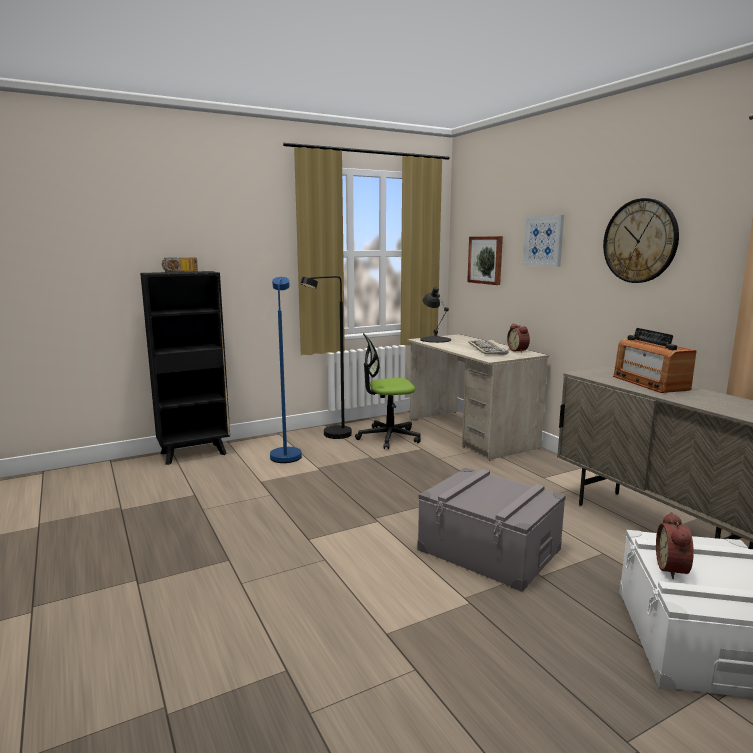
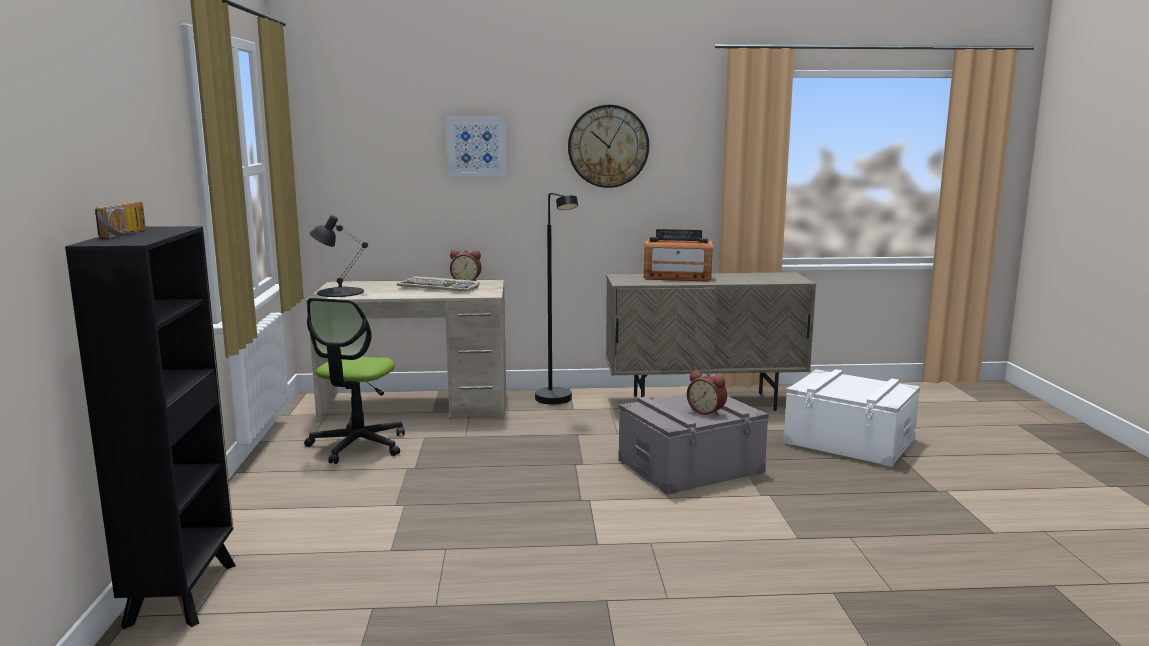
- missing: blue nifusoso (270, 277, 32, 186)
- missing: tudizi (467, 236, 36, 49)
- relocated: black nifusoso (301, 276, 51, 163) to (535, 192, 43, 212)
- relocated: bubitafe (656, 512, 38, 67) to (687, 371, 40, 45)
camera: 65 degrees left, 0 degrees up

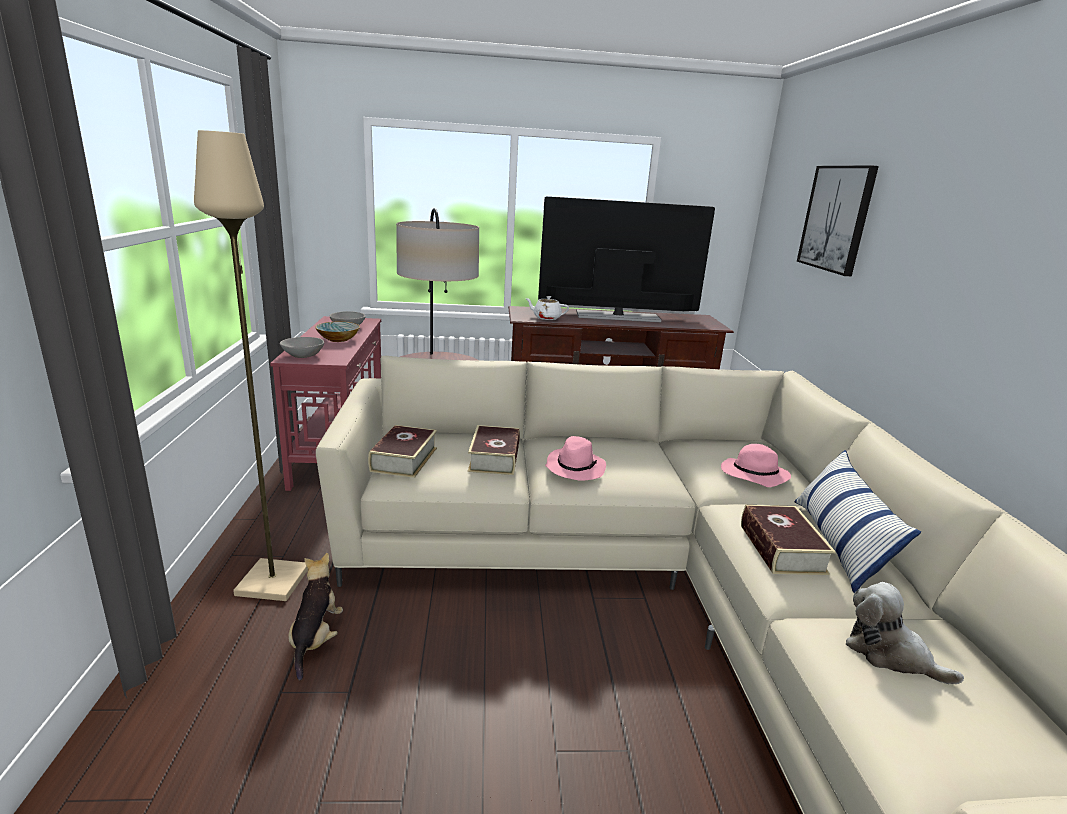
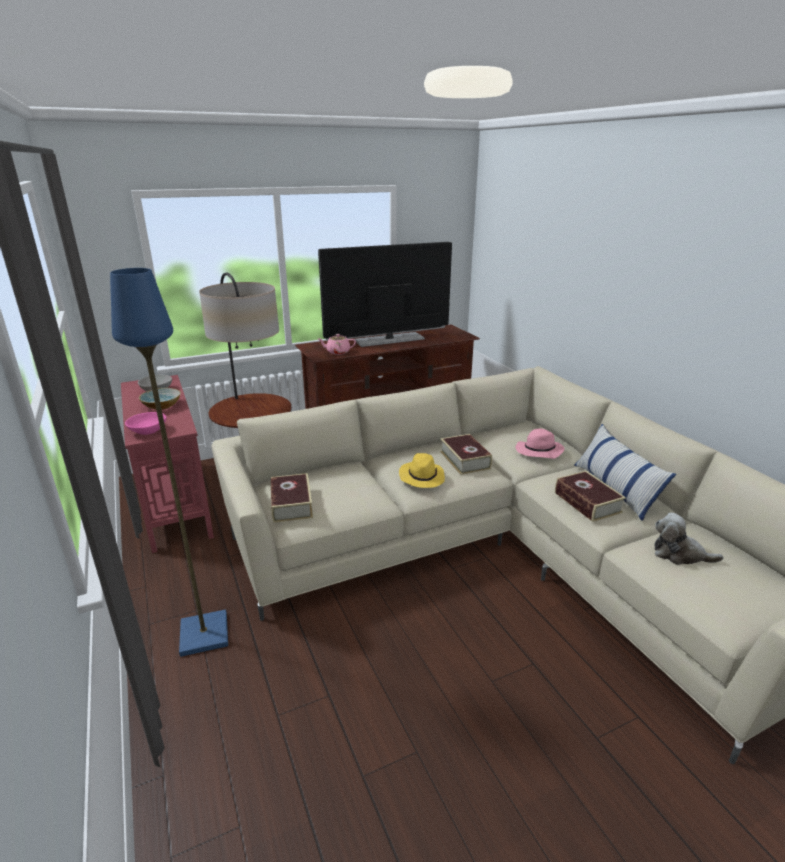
- missing: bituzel (288, 553, 55, 128)
- missing: tudizi (797, 165, 82, 111)
- relocated: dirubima (468, 425, 52, 50) to (440, 434, 52, 41)
- colour: beige nifusoso (194, 130, 114, 471) to blue nifusoso (110, 268, 118, 389)
- colour: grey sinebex (280, 337, 44, 21) to pink sinebex (125, 412, 42, 23)
- colour: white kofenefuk (525, 296, 44, 24) to pink kofenefuk (318, 334, 38, 21)
- colour: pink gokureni (545, 436, 61, 45) to yellow gokureni (399, 453, 46, 35)
camera: 20 degrees left, 5 degrees up

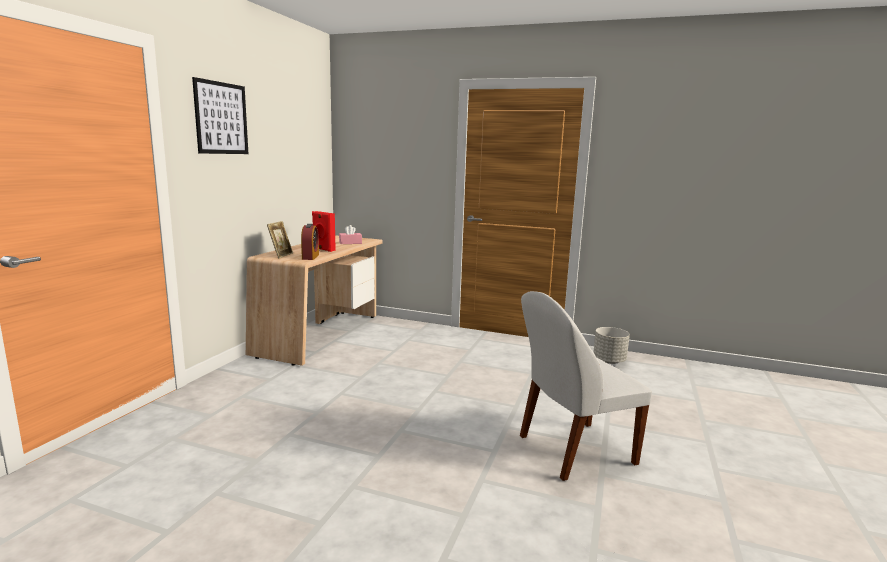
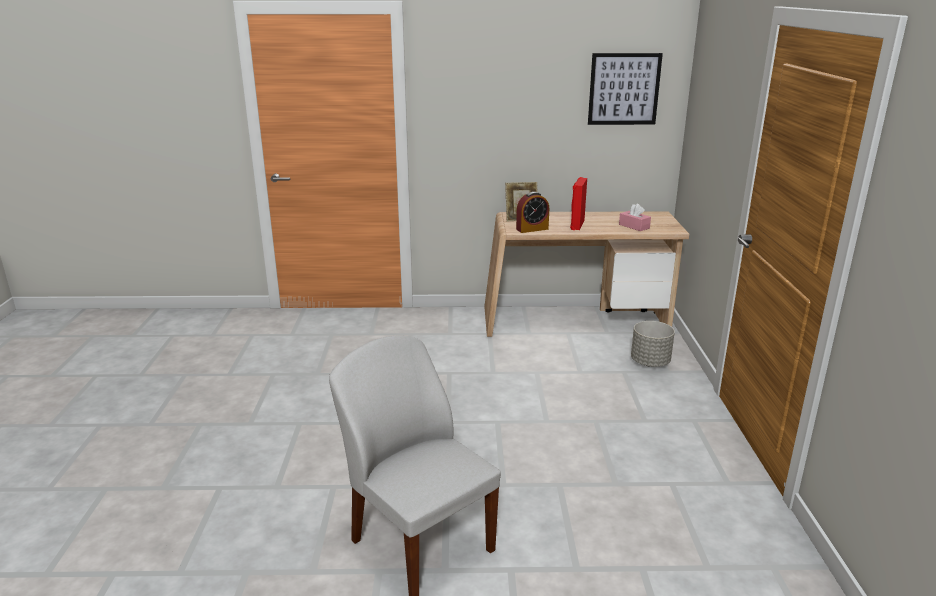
- relocated: tudizi (192, 77, 56, 77) to (588, 53, 75, 72)
- relocated: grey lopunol (593, 327, 37, 37) to (631, 321, 44, 46)
camera: 70 degrees right, 10 degrees up

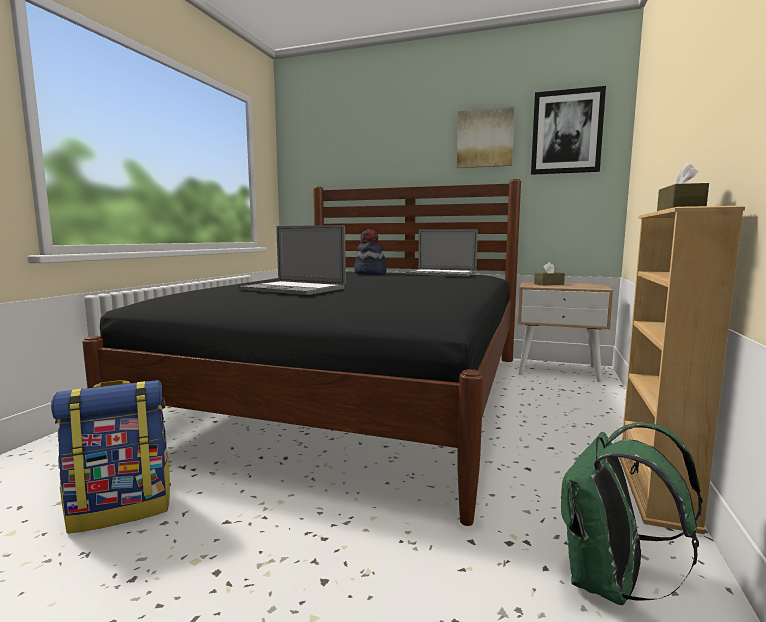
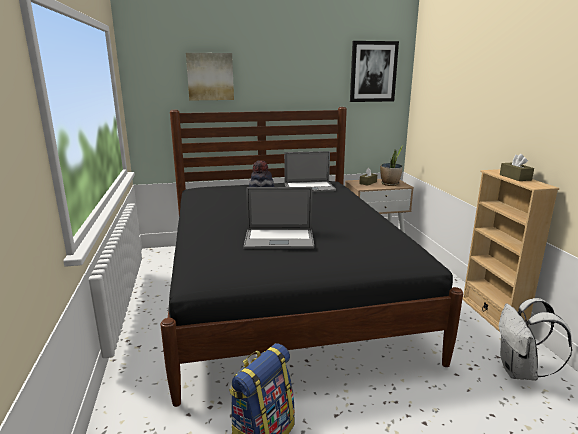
- appeared: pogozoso (380, 145, 23, 41)
- relocated: tudizi (457, 106, 58, 62) to (186, 53, 48, 48)
- colour: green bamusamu (561, 423, 142, 182) to white bamusamu (499, 298, 73, 83)
camera: 30 degrees left, 10 degrees up

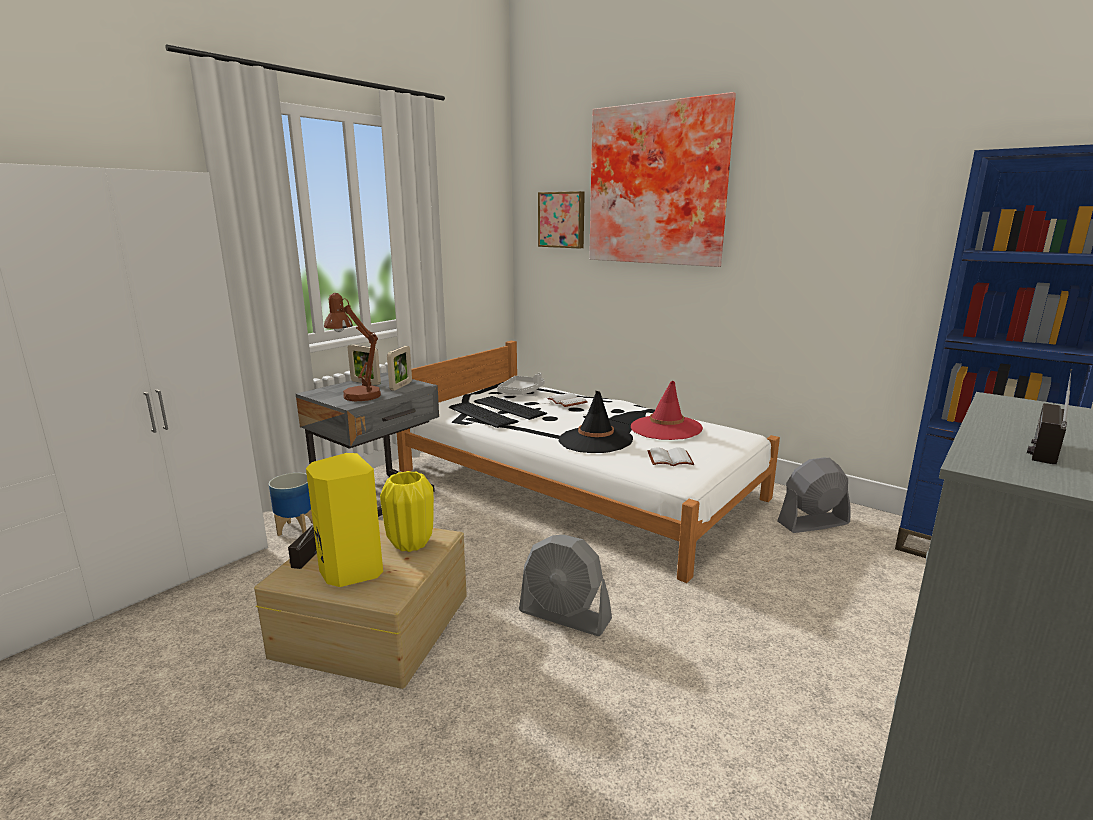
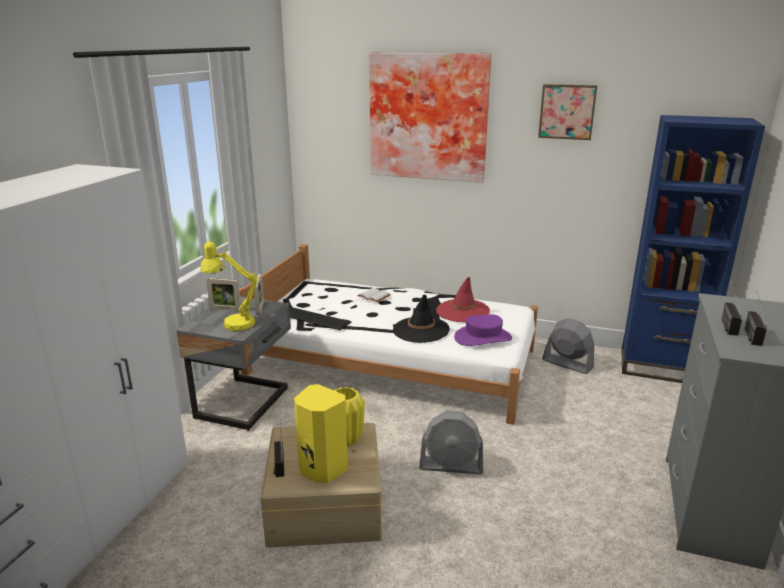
- missing: lopunol (269, 473, 44, 63)
- missing: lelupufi (476, 396, 71, 24)
- missing: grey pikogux (497, 373, 48, 22)
- appeared: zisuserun (722, 283, 20, 53)
- relocated: tudizi (538, 191, 47, 58) to (538, 84, 59, 56)
- exchanged: white dirubima (648, 447, 46, 19) to purple gokureni (454, 314, 58, 32)
- colour: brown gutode (324, 293, 57, 108) to yellow gutode (200, 242, 58, 89)
- spun: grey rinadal (777, 458, 74, 75) = (542, 318, 52, 56) 75 degrees clockwise
camera: 20 degrees left, 5 degrees up

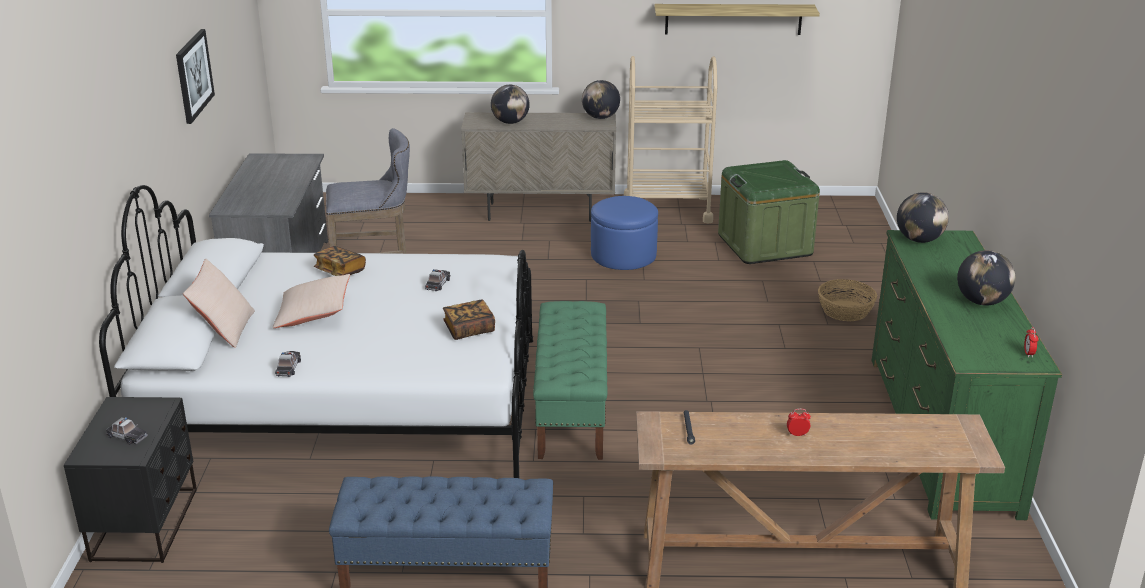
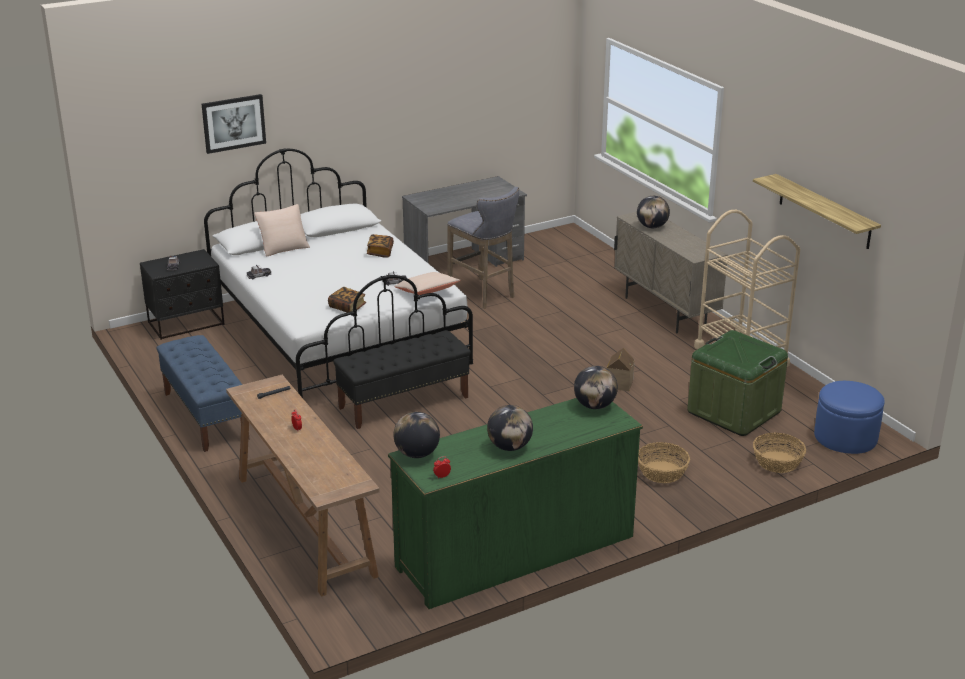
- appeared: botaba (607, 348, 27, 43)
- appeared: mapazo (753, 433, 53, 40)
- relocated: tudizi (176, 29, 39, 95) to (201, 94, 65, 60)
- relocated: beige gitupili (273, 274, 77, 54) to (394, 272, 66, 23)
- relocated: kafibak (582, 80, 38, 39) to (393, 412, 47, 46)
- relocated: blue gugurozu (591, 196, 67, 74) to (814, 381, 71, 73)
- colour: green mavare (533, 301, 74, 159) to black mavare (333, 330, 138, 99)
camera: 60 degrees right, 0 degrees up

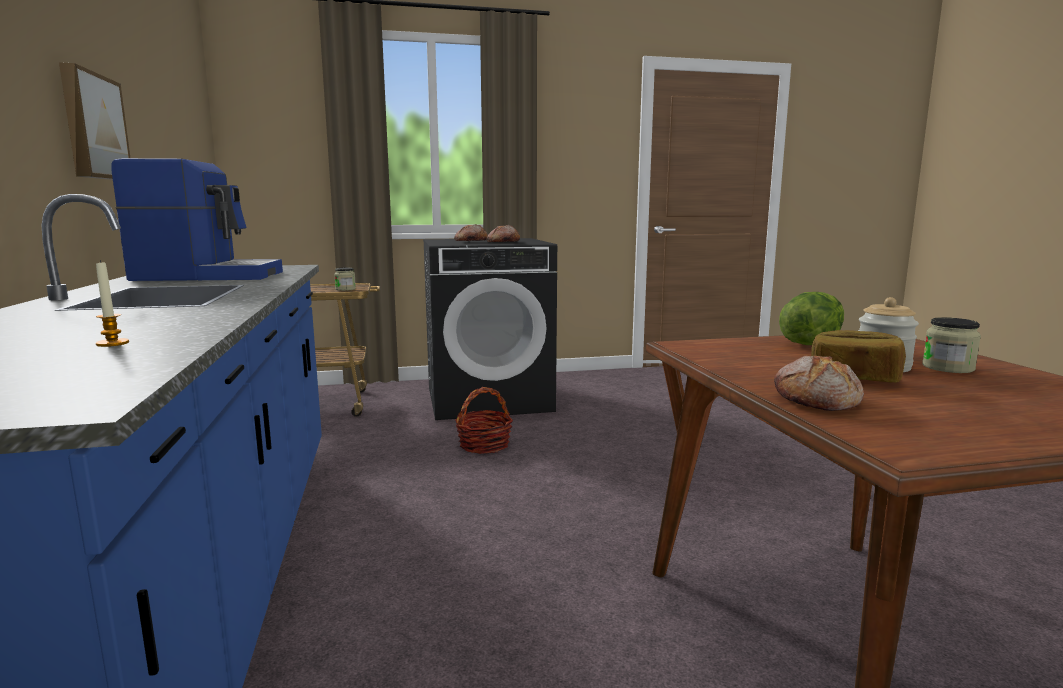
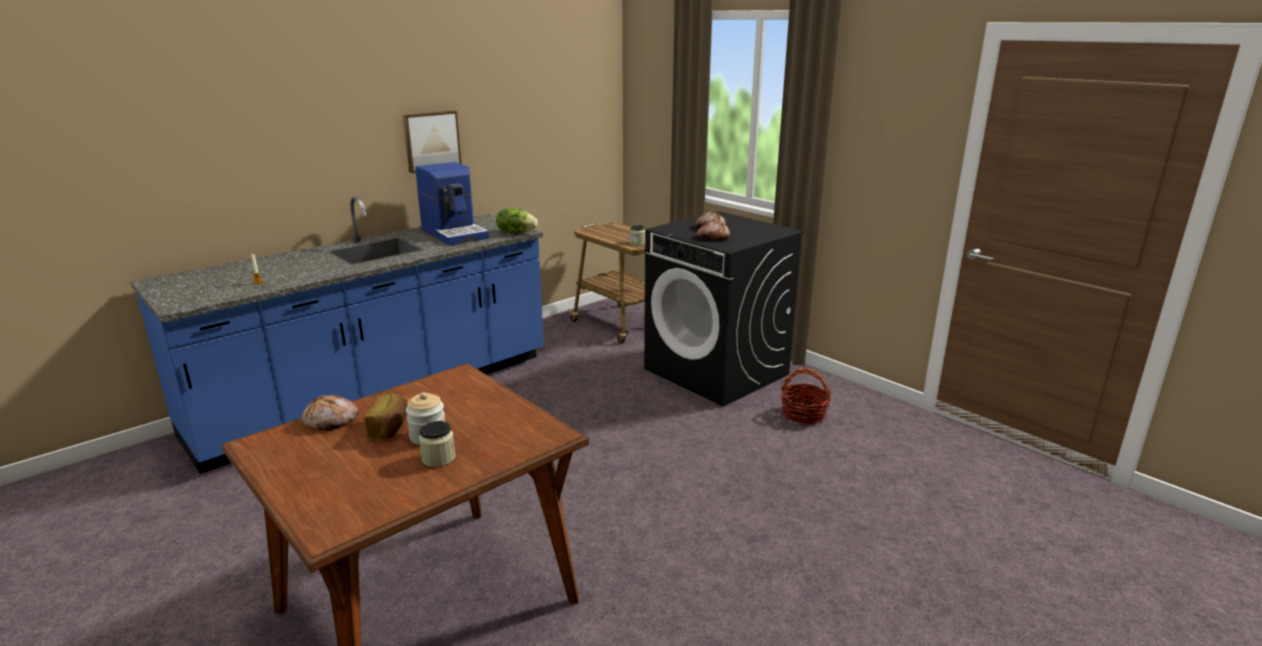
- relocated: mapazo (455, 387, 58, 67) to (781, 368, 50, 57)
- relocated: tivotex (779, 292, 65, 53) to (496, 208, 42, 25)
camera: 60 degrees right, 10 degrees up

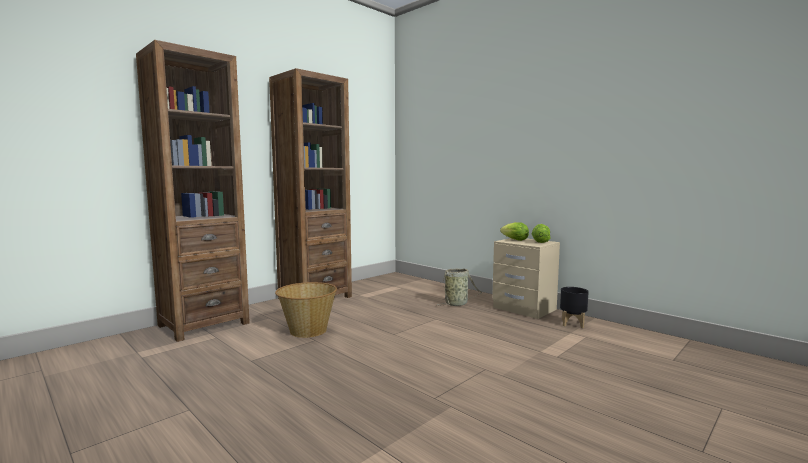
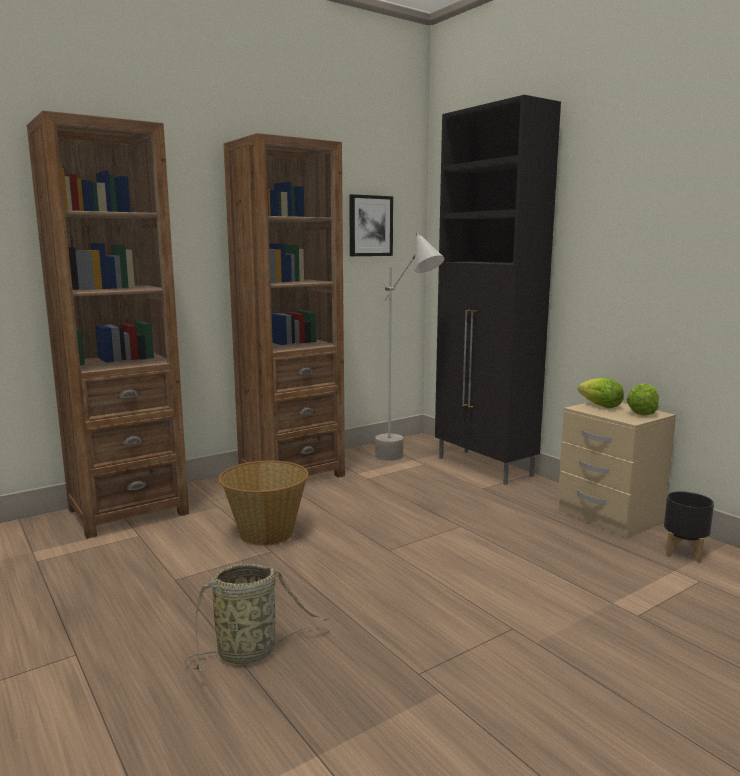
- appeared: tudizi (349, 194, 44, 62)
- appeared: grey nifusoso (375, 232, 69, 229)
- appeared: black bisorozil (435, 95, 126, 390)
- relocated: mapazo (437, 269, 46, 37) to (185, 564, 144, 108)
camera: 10 degrees right, 5 degrees up

